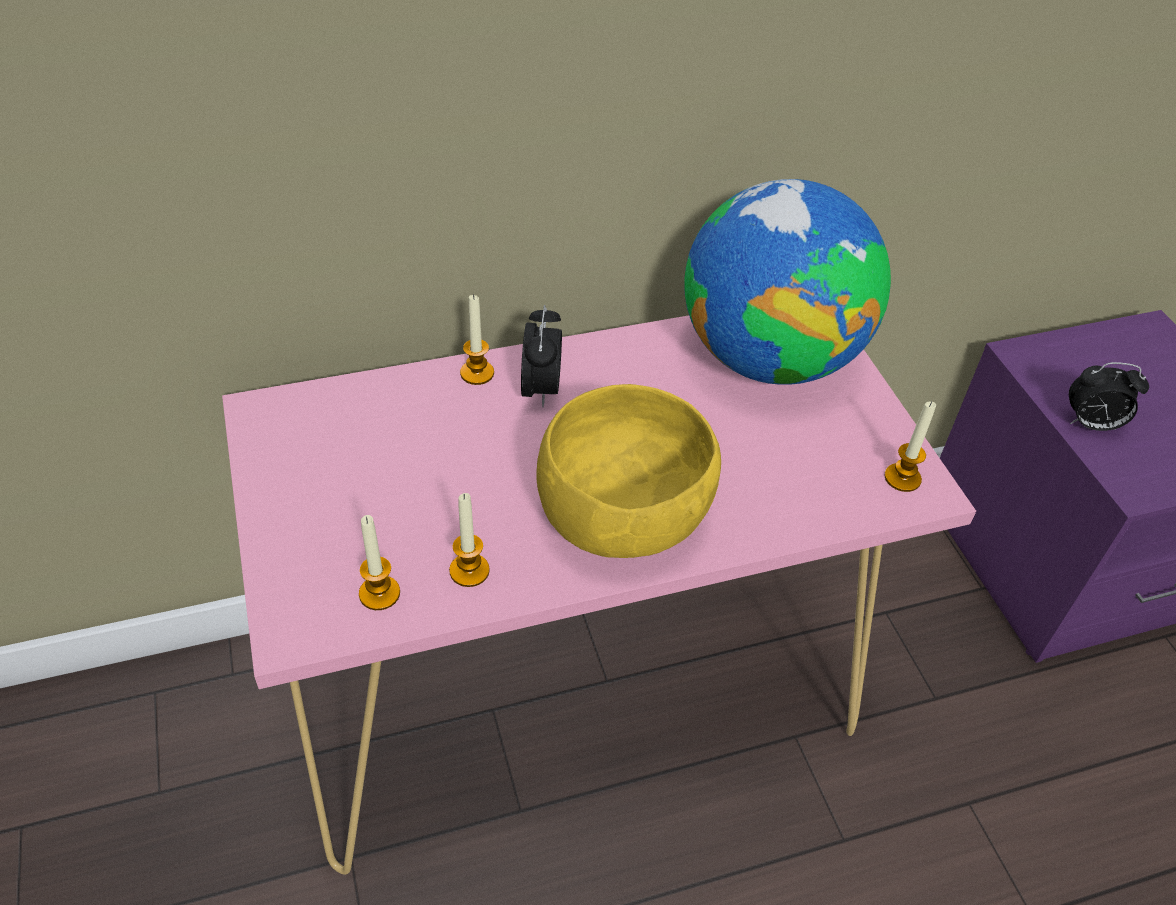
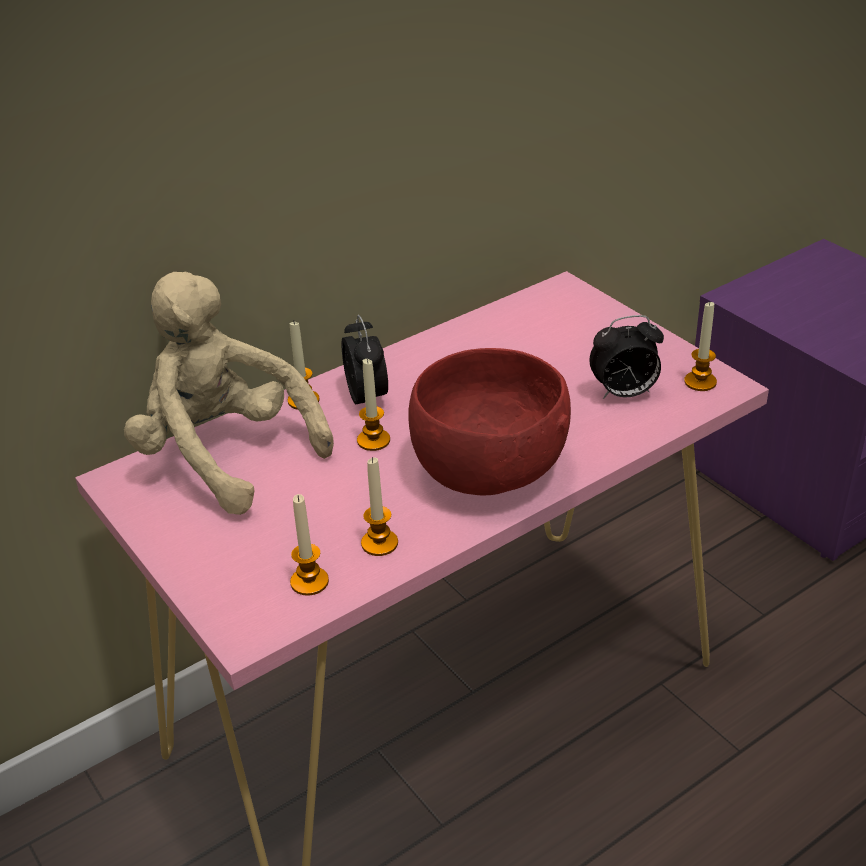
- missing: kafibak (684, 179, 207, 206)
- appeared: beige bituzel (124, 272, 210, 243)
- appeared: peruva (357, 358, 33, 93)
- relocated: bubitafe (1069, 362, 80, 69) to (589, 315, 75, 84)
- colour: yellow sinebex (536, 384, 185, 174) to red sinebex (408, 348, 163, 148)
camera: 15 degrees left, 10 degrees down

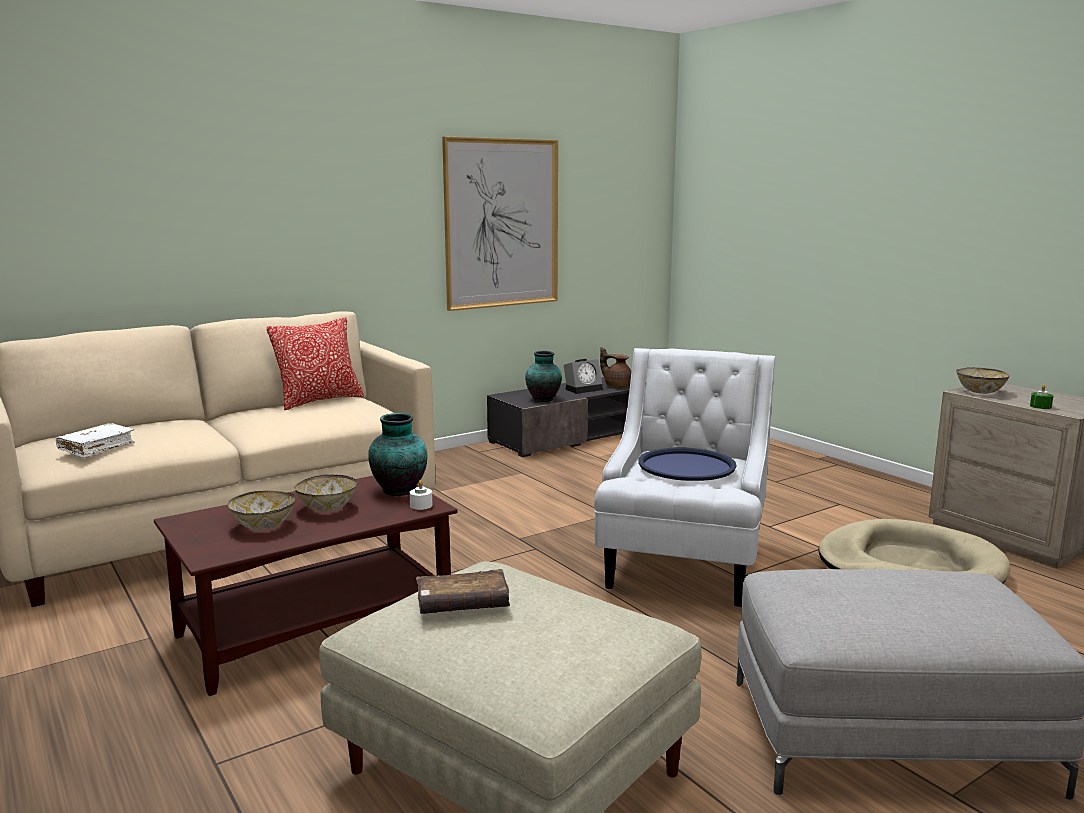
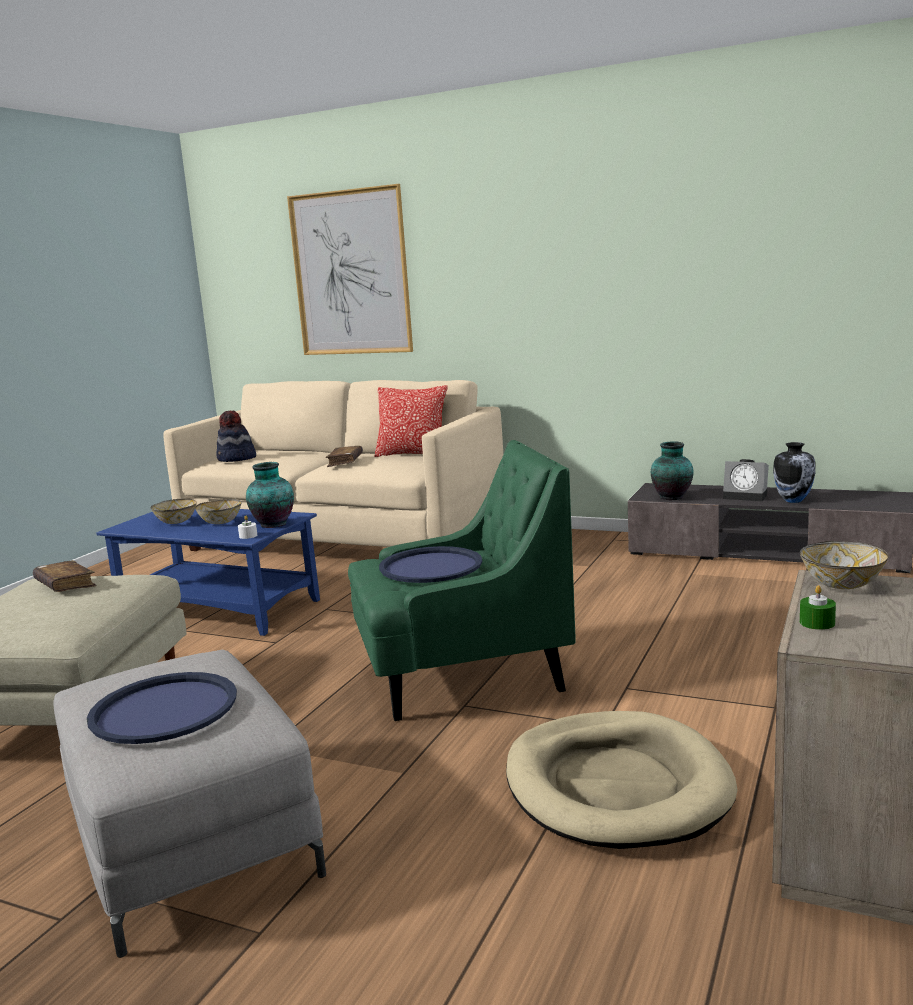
- appeared: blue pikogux (87, 672, 150, 72)
- appeared: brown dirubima (325, 446, 38, 21)
- relocated: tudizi (442, 137, 116, 174) to (287, 184, 126, 171)
- exchanged: white dirubima (56, 423, 79, 35) to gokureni (216, 411, 40, 51)
- exchanged: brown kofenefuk (600, 347, 31, 40) to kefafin (773, 442, 42, 61)
- colour: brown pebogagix (154, 476, 304, 220) to blue pebogagix (97, 509, 223, 127)
- colour: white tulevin (594, 348, 181, 259) to green tulevin (348, 440, 228, 281)
camera: 60 degrees right, 0 degrees up

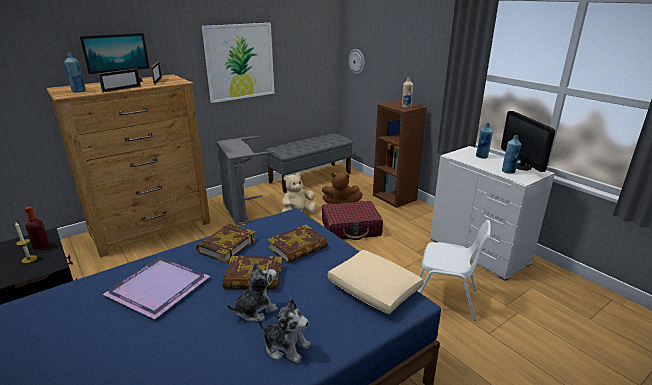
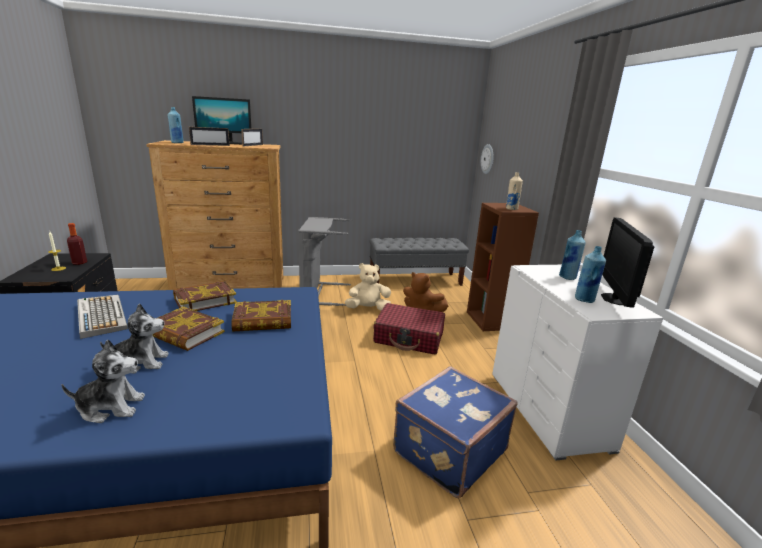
- missing: tudizi (202, 23, 73, 80)
- missing: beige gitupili (327, 250, 97, 64)
- exchanged: purple pikogux (102, 257, 108, 62) to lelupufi (77, 295, 51, 44)
- exchanged: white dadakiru (419, 220, 72, 101) to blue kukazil (393, 366, 125, 132)
- spun: bituzel (258, 299, 53, 64) = (61, 339, 84, 84) 60 degrees counterclockwise
camera: 25 degrees right, 5 degrees down

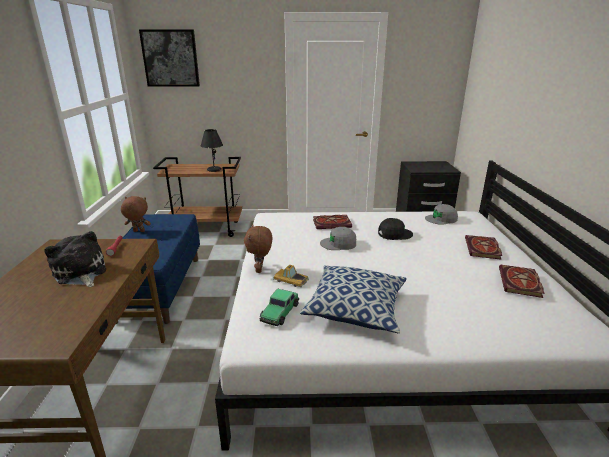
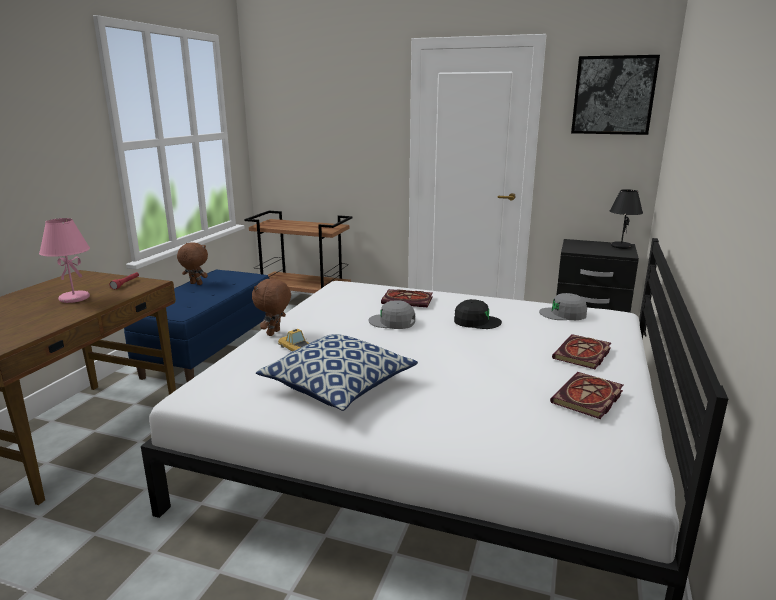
- missing: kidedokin (260, 289, 39, 37)
- relocated: tudizi (139, 29, 61, 58) to (571, 55, 89, 80)
- relocated: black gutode (201, 129, 22, 43) to (610, 189, 33, 60)
- exchanged: bituzel (44, 231, 62, 56) to pink gutode (39, 218, 51, 85)
camera: 20 degrees right, 5 degrees down

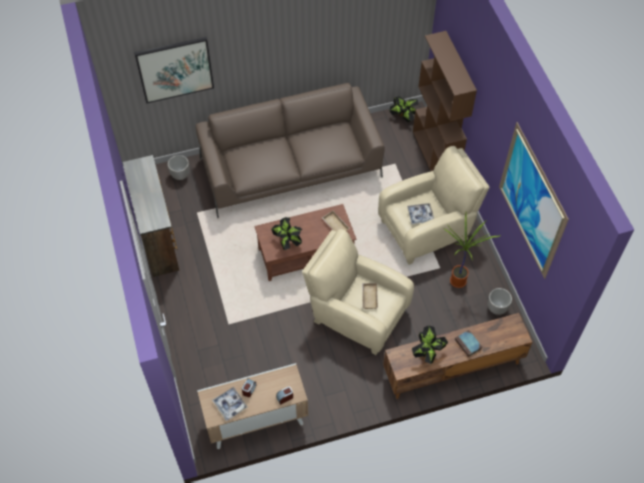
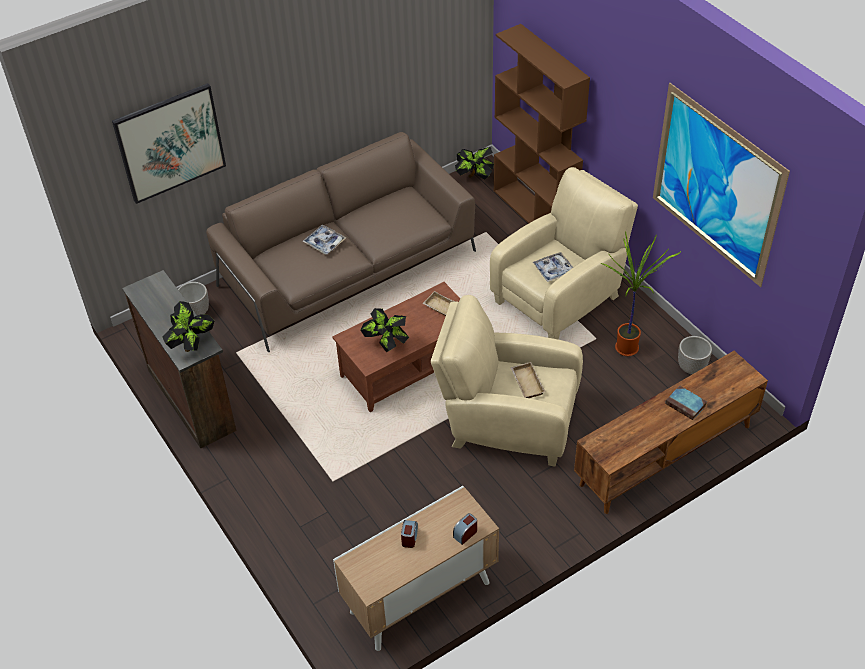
- relocated: pikogux (212, 387, 36, 34) to (302, 225, 44, 29)
- relocated: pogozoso (412, 325, 36, 39) to (162, 301, 53, 51)
camera: 15 degrees left, 10 degrees down

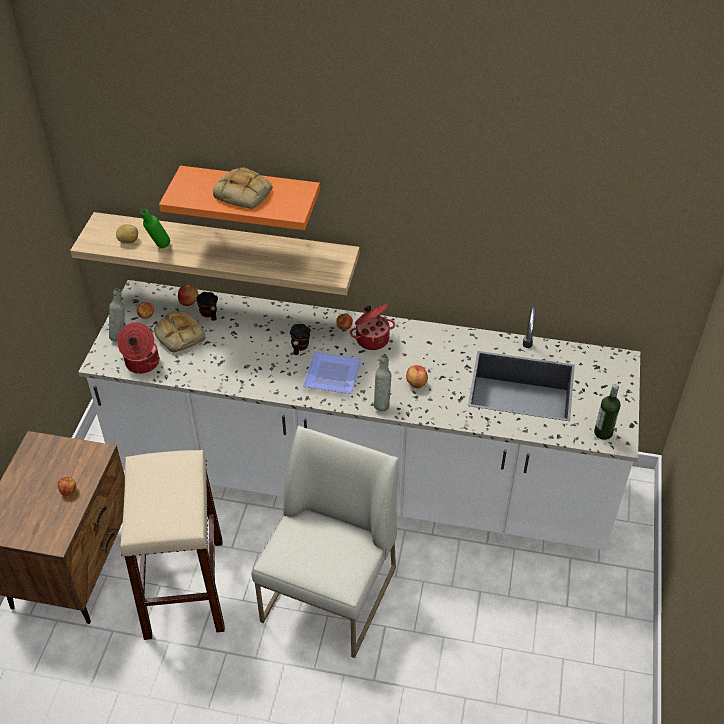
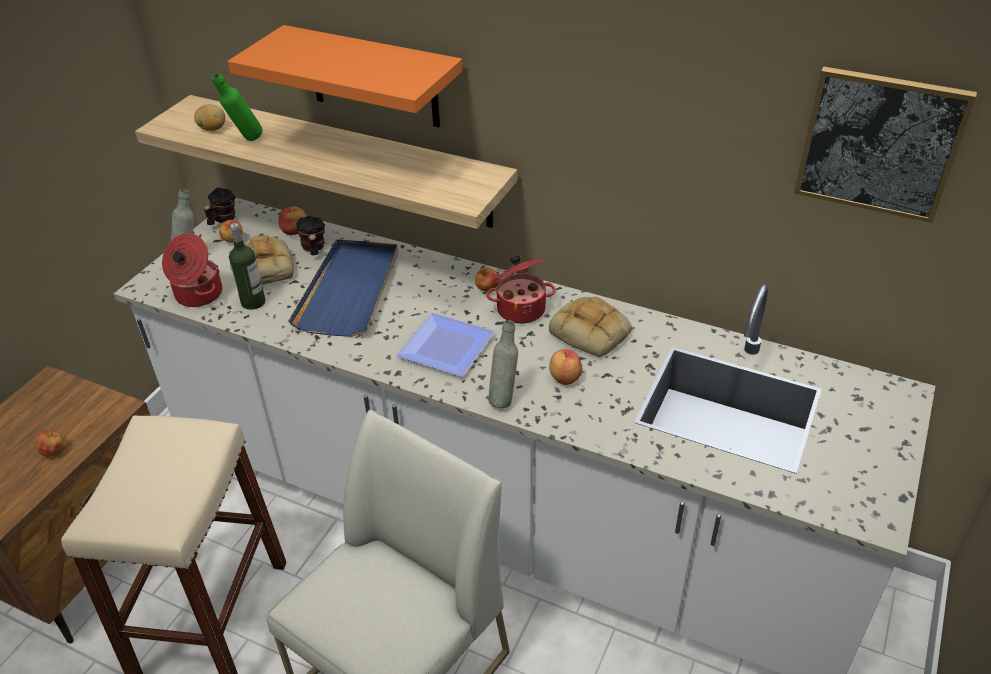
- appeared: blue pikogux (288, 239, 110, 98)
- appeared: tudizi (794, 67, 183, 156)
- relocated: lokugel (213, 167, 60, 42) to (549, 297, 83, 61)
- relocated: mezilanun (290, 324, 21, 31) to (203, 188, 33, 37)
- relocated: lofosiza (594, 383, 27, 57) to (229, 223, 37, 87)
camera: 15 degrees right, 5 degrees down

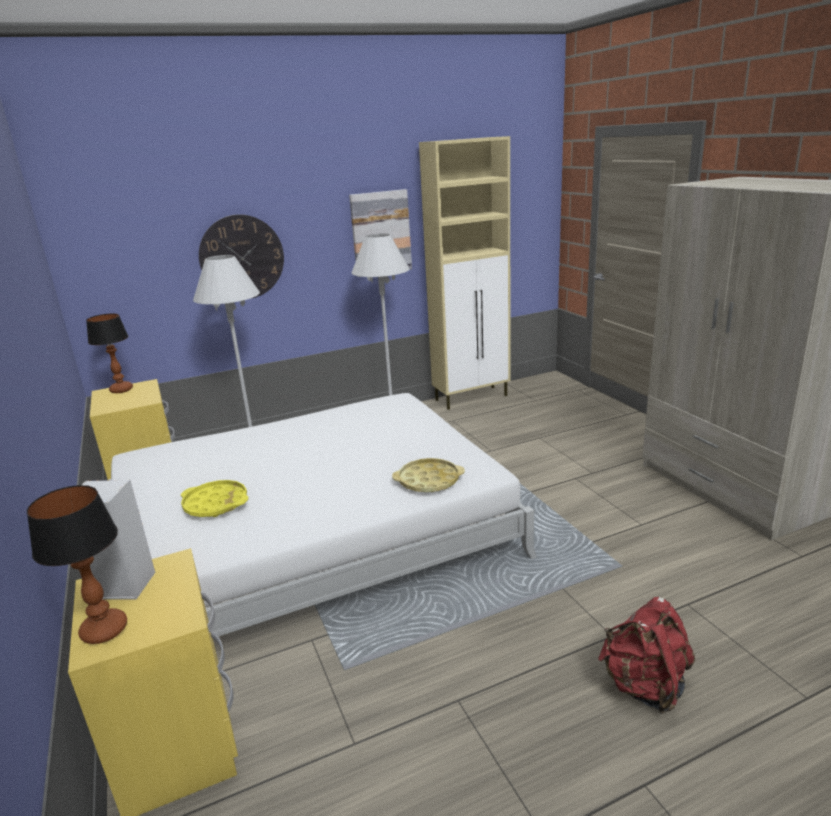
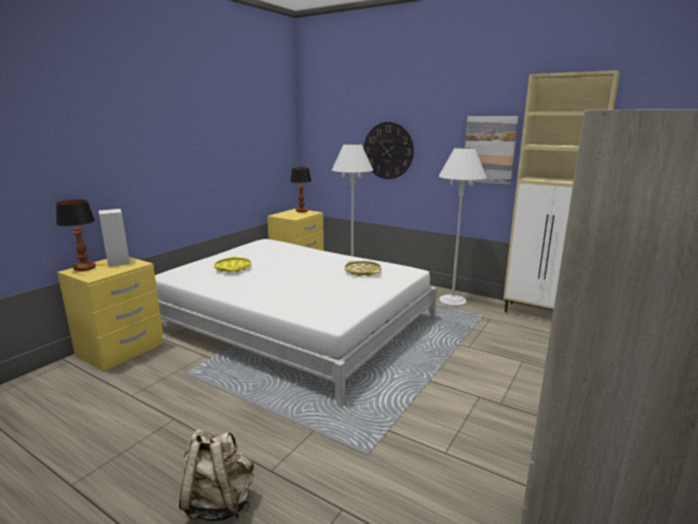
- relocated: yellow pikogux (392, 458, 73, 34) to (345, 261, 36, 16)
- colour: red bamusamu (598, 597, 97, 117) to beige bamusamu (179, 429, 75, 92)
camera: 55 degrees right, 5 degrees down

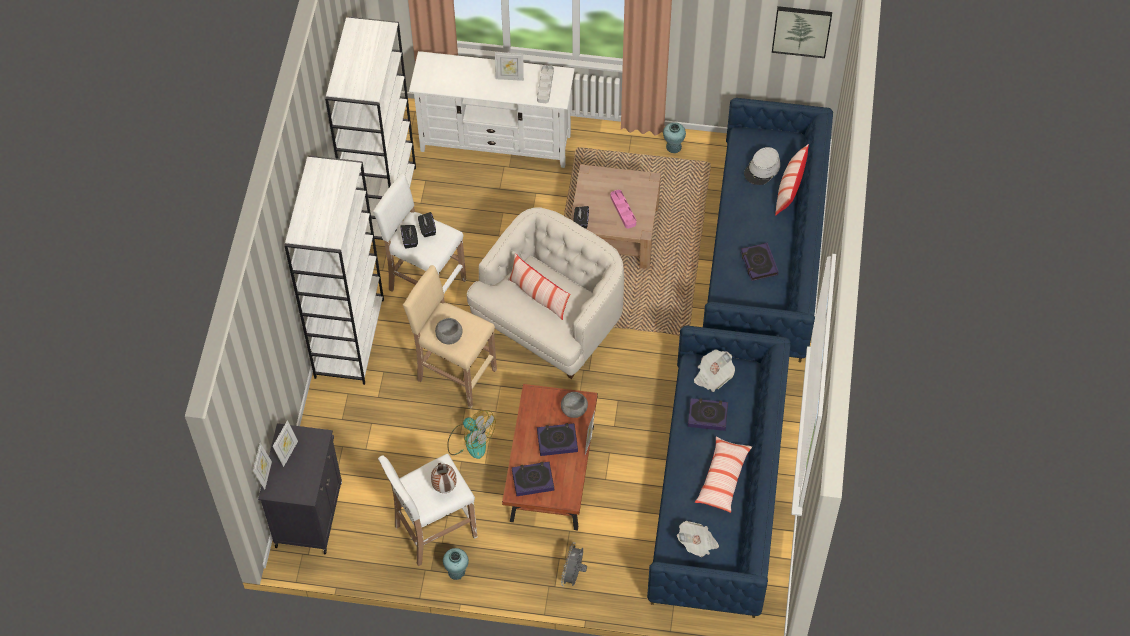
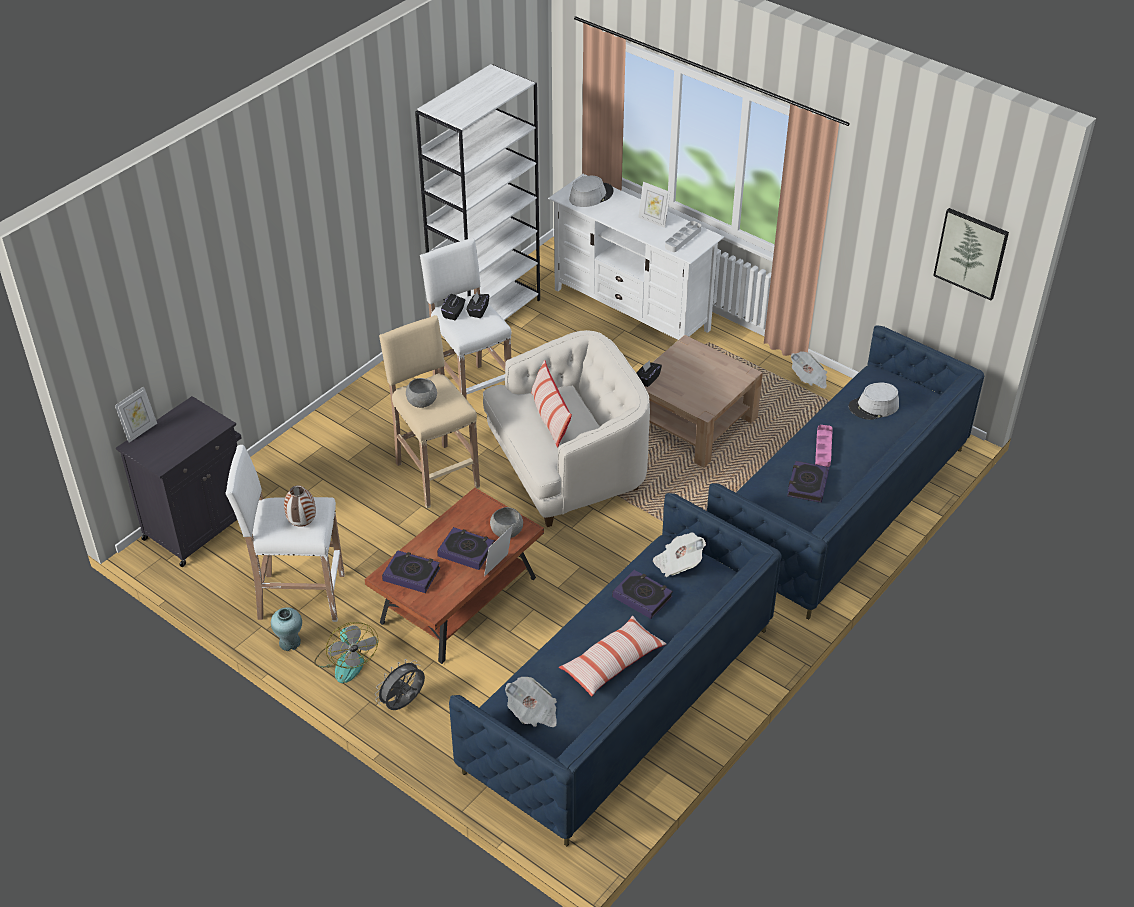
- missing: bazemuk (273, 420, 25, 47)
- missing: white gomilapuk (284, 155, 100, 230)
- missing: gitupili (775, 144, 34, 72)
- appeared: grey gokureni (569, 176, 45, 31)
- relocated: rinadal (447, 410, 49, 49) to (314, 622, 64, 61)
- relocated: pink pikogux (610, 190, 26, 38) to (815, 425, 18, 42)
- exchanged: turquoise kefafin (663, 122, 23, 31) to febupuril (791, 351, 36, 38)
camera: 30 degrees right, 15 degrees down

